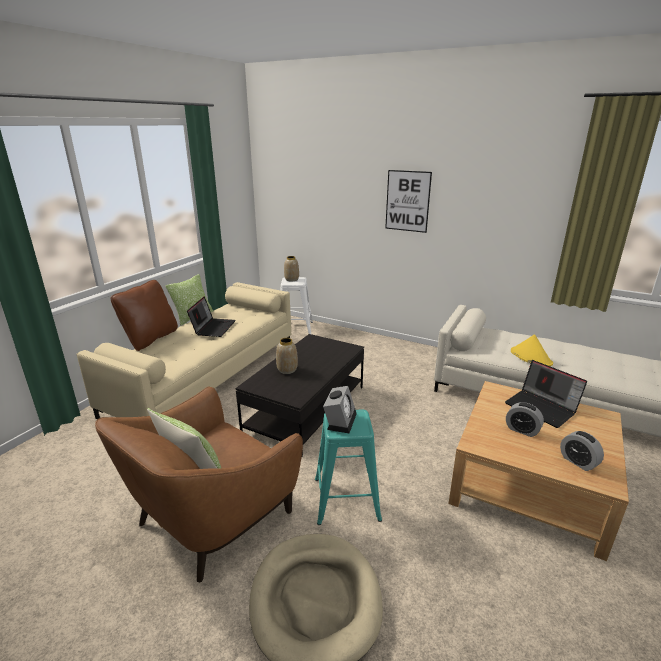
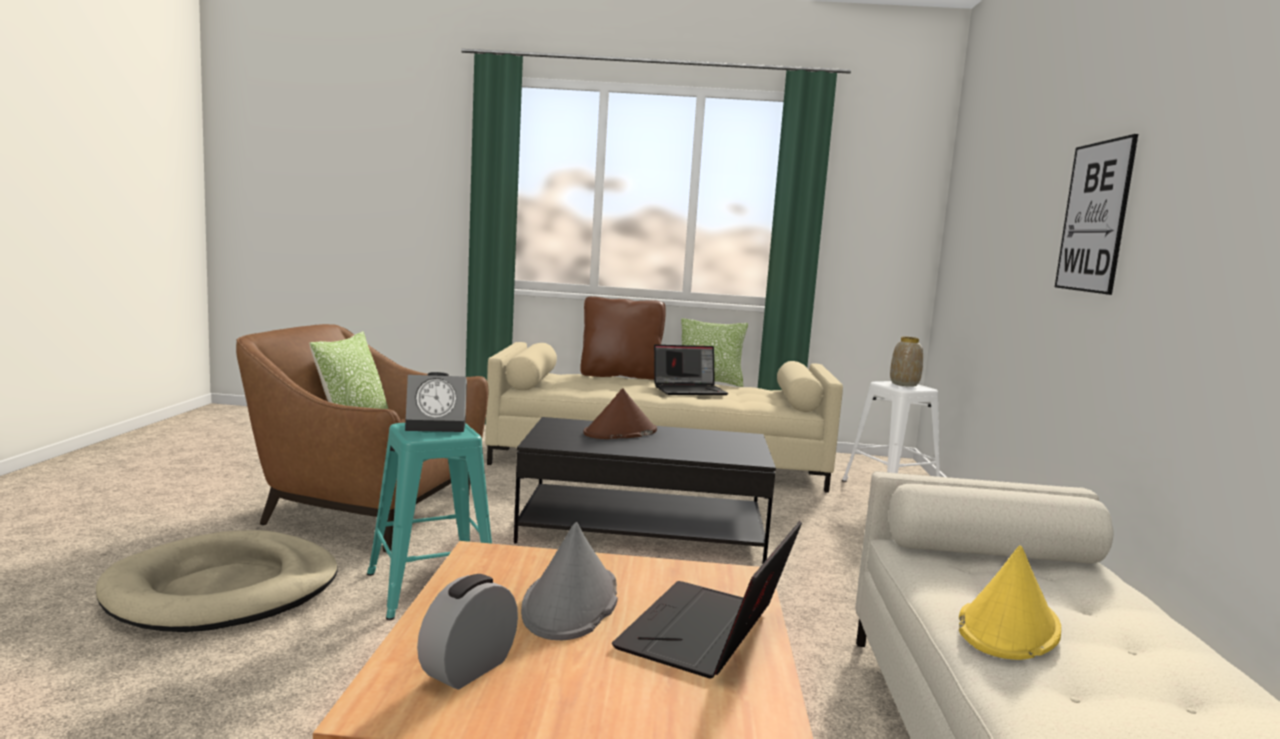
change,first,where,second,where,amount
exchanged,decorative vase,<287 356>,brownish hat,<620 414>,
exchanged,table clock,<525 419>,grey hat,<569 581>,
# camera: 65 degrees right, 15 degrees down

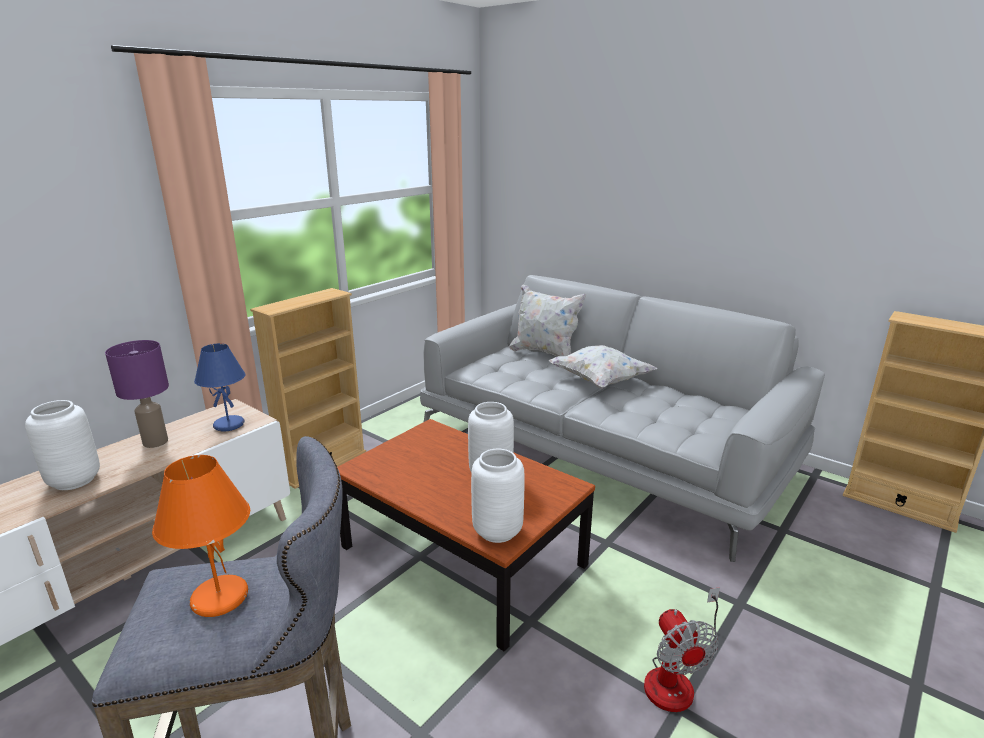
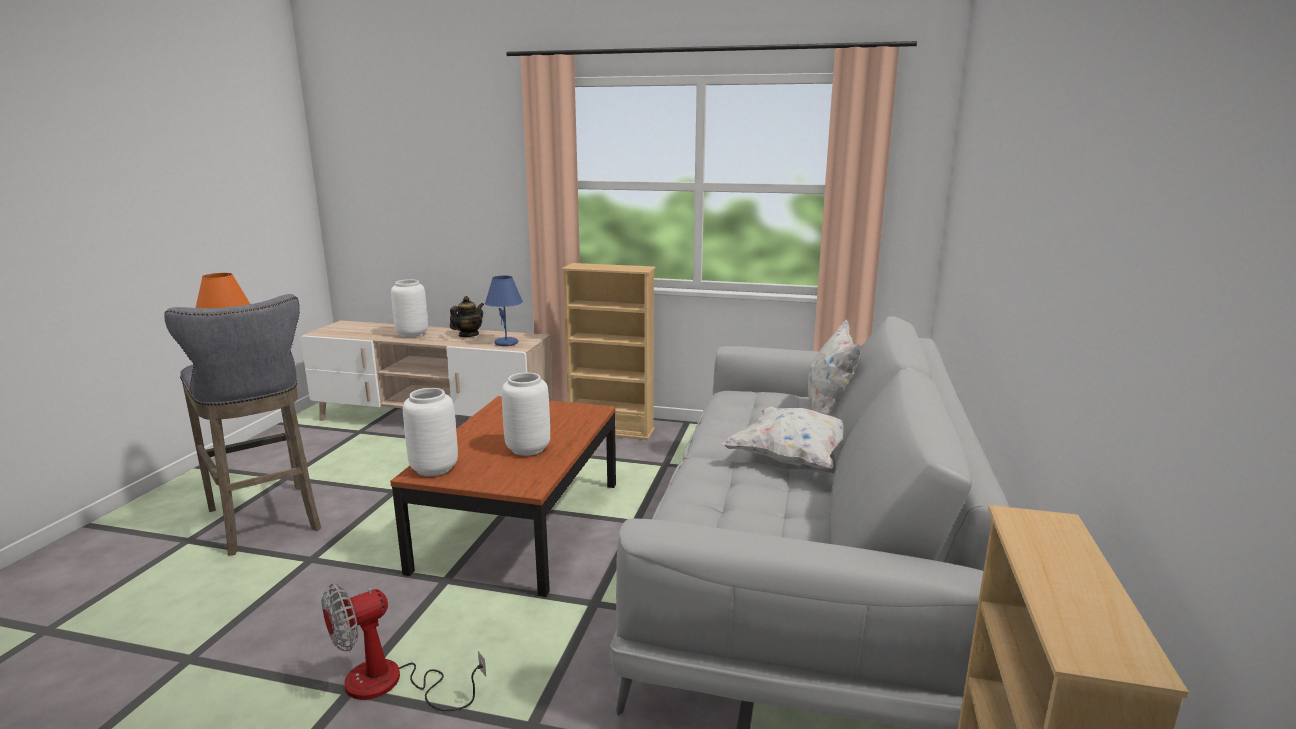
change,first,where,second,where,amount
exchanged,purple-coloured table lamp,<137 394>,tea pot,<467 316>,
# camera: 65 degrees right, 5 degrees down

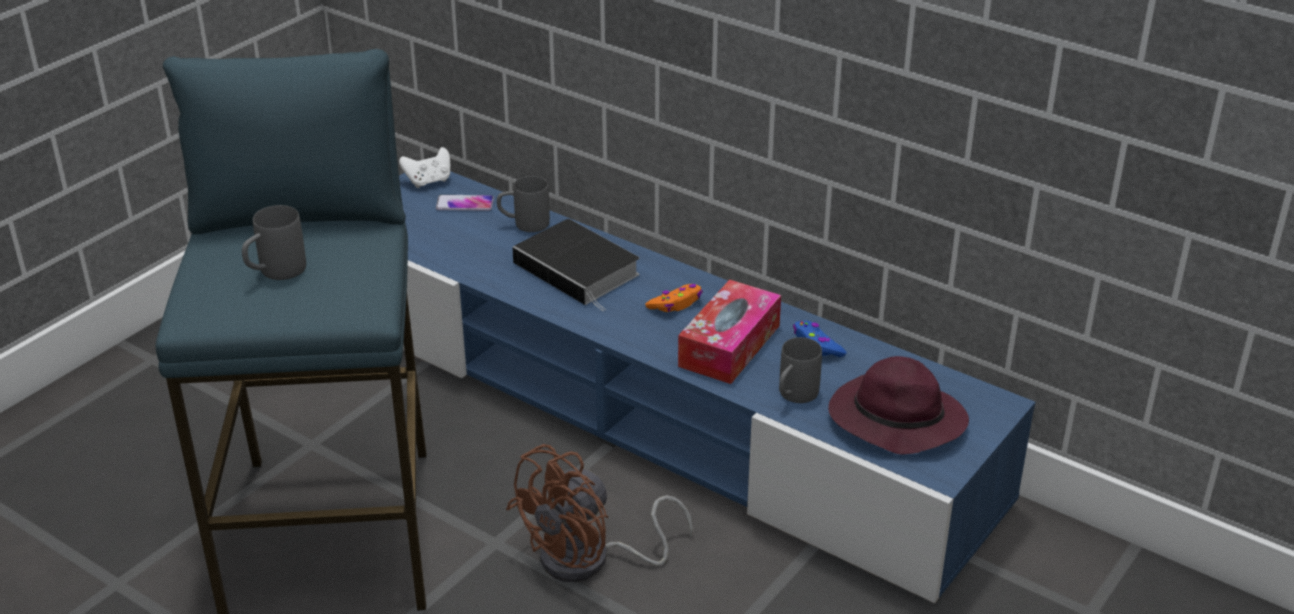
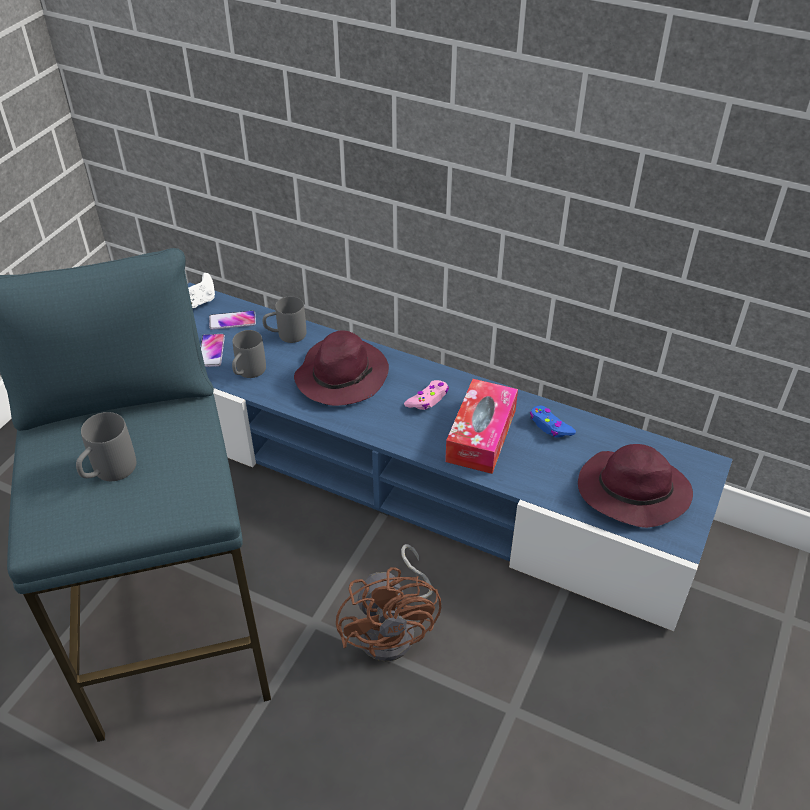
change,first,where,second,where,amount
exchanged,bound book,<575 265>,purple-coloured hat,<341 368>,
colour,orange-coloured game controller,<674 298>,pink game controller,<426 395>,
relocated,grey tea mug,<800 370>,,<249 354>,
spun,brownish fan,<599 513>,,<388 603>,45 degrees counterclockwise
appeared,,,handset,<213 350>,
# camera: 10 degrees left, 10 degrees up

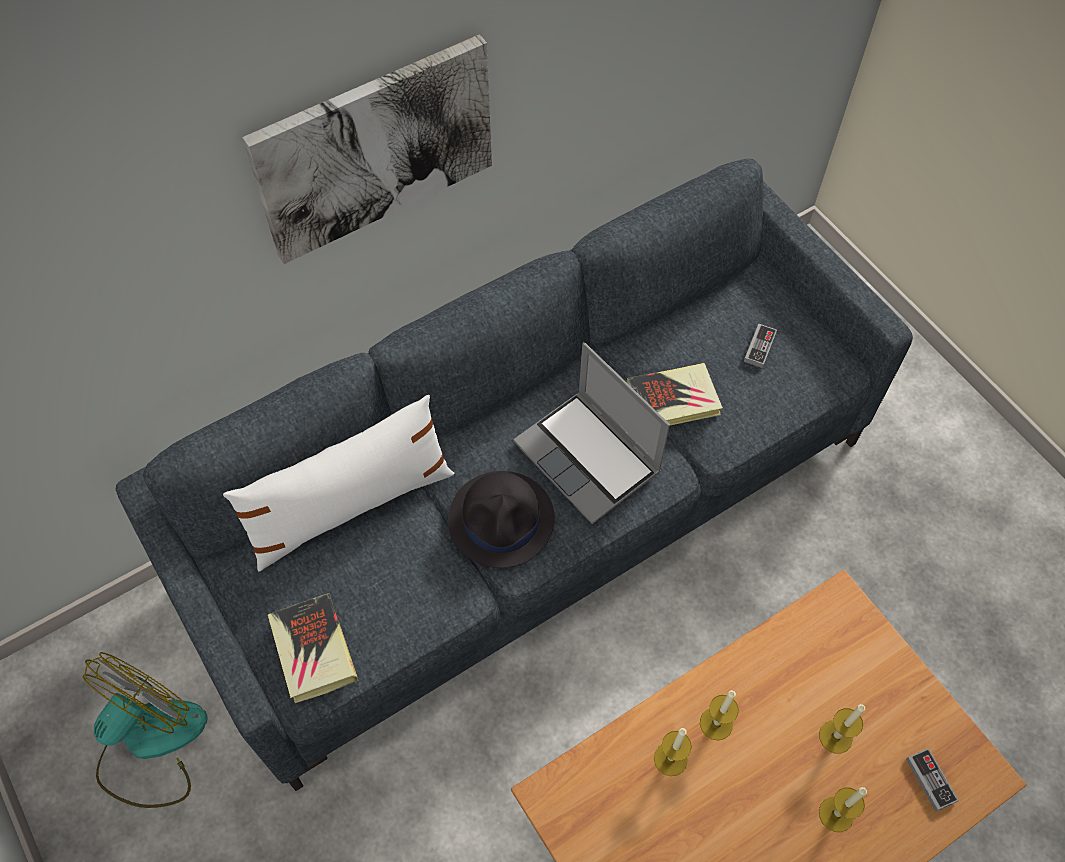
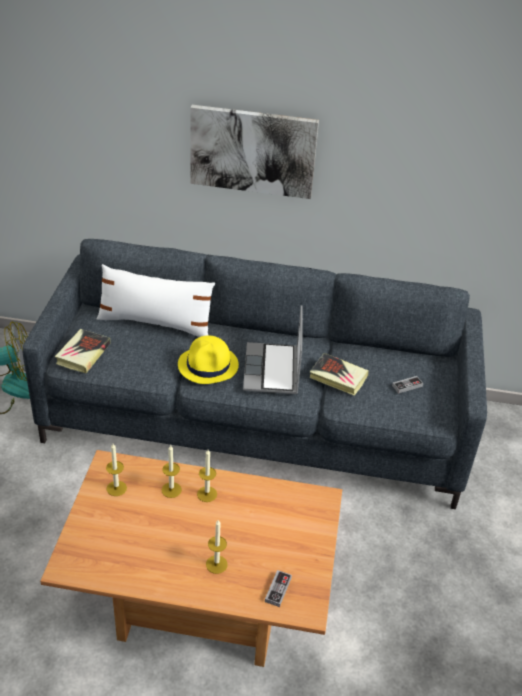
change,first,where,second,where,amount
colour,black hat,<501 519>,yellow hat,<208 359>,
relocated,candle,<842 729>,,<116 470>,
# camera: 40 degrees right, 20 degrees down

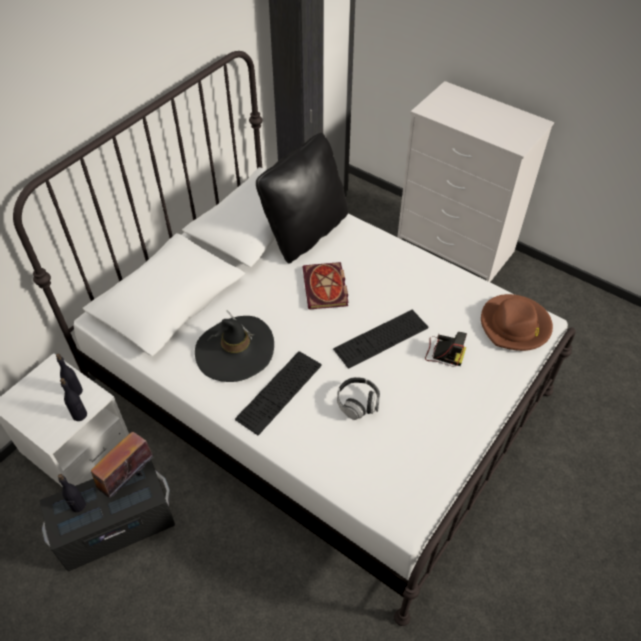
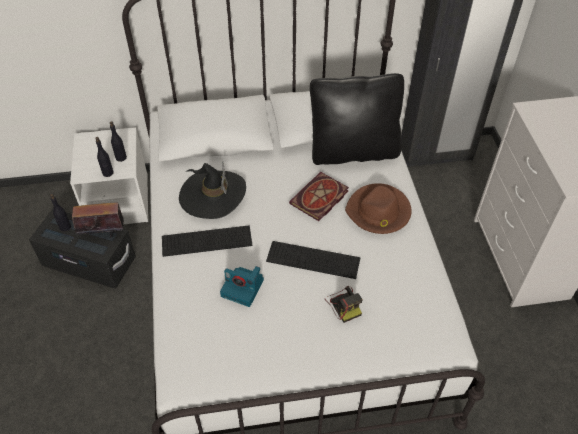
change,first,where,second,where,amount
relocated,brownish hat,<517 322>,,<378 208>,
exchanged,headphones,<358 398>,photo camera,<242 286>,
# camera: 45 degrees right, 0 degrees up

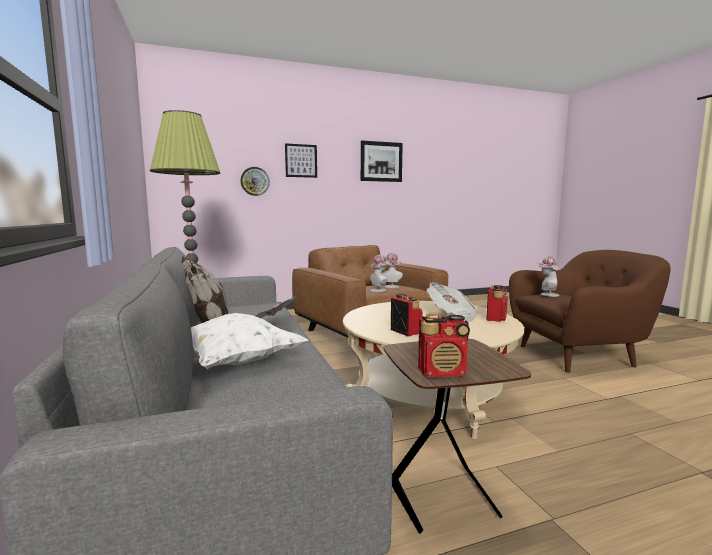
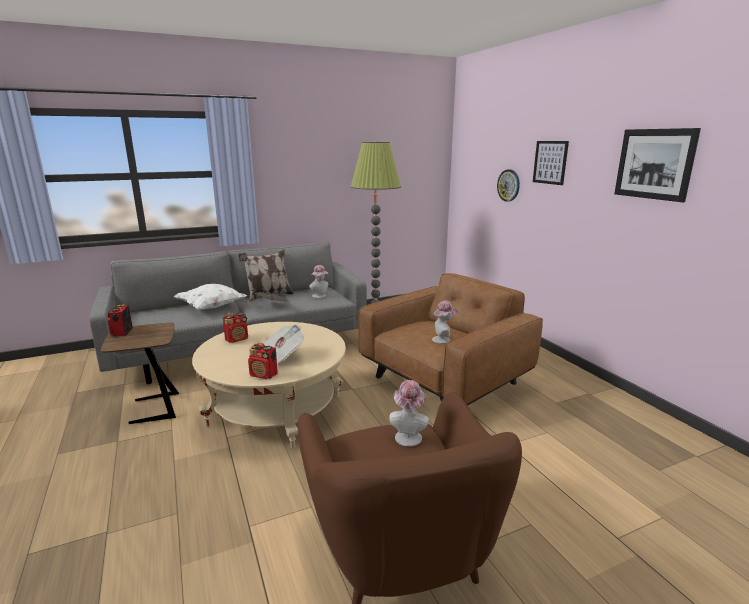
change,first,where,second,where,amount
relocated,hat,<380 273>,,<318 281>,
# camera: 85 degrees right, 10 degrees up

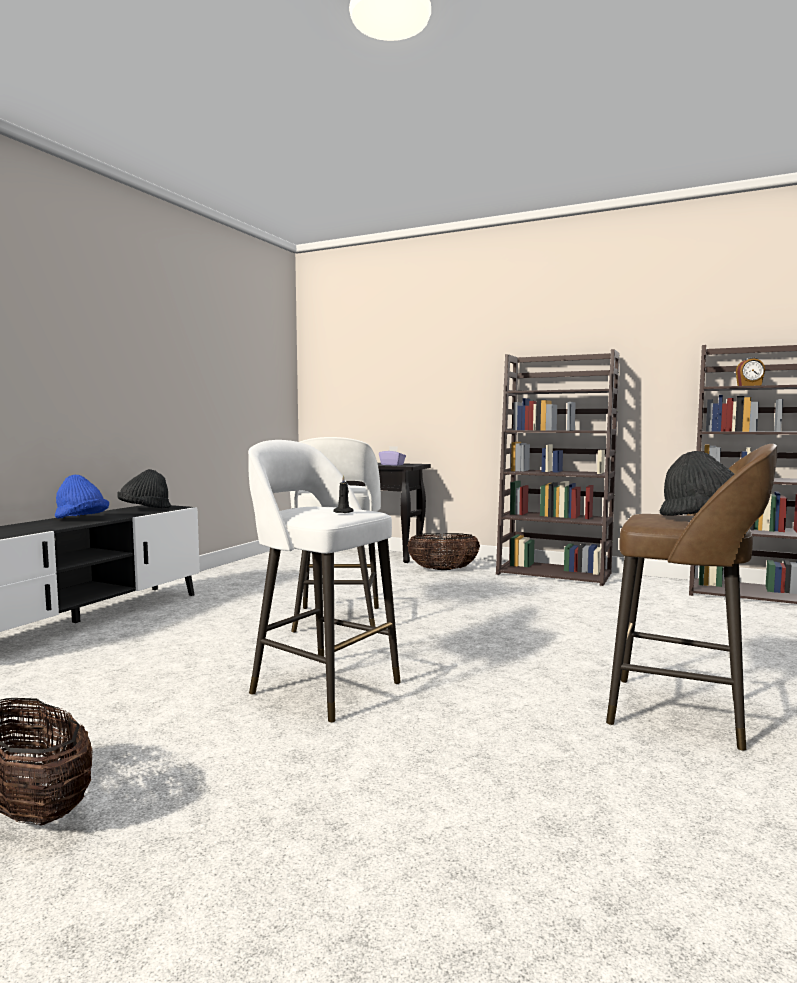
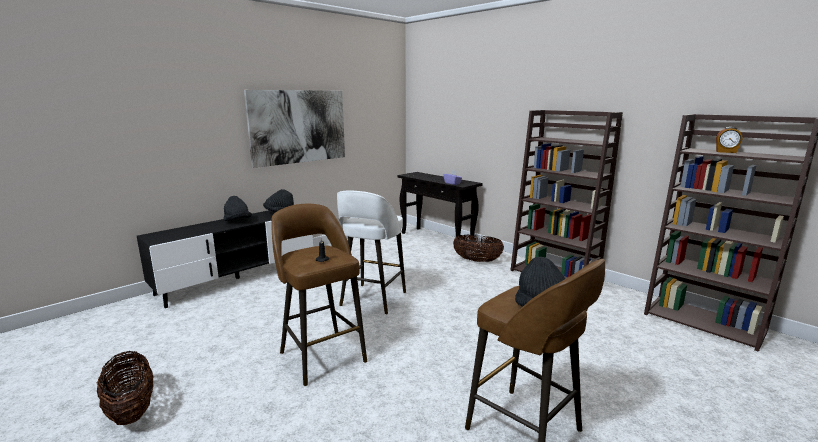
change,first,where,second,where,amount
colour,white sitting stool,<324 581>,brownish sitting stool,<319 295>,
colour,blue-coloured hat,<82 497>,black hat,<237 208>,
appeared,,,wall picture,<294 129>,
# camera: 20 degrees right, 10 degrees up

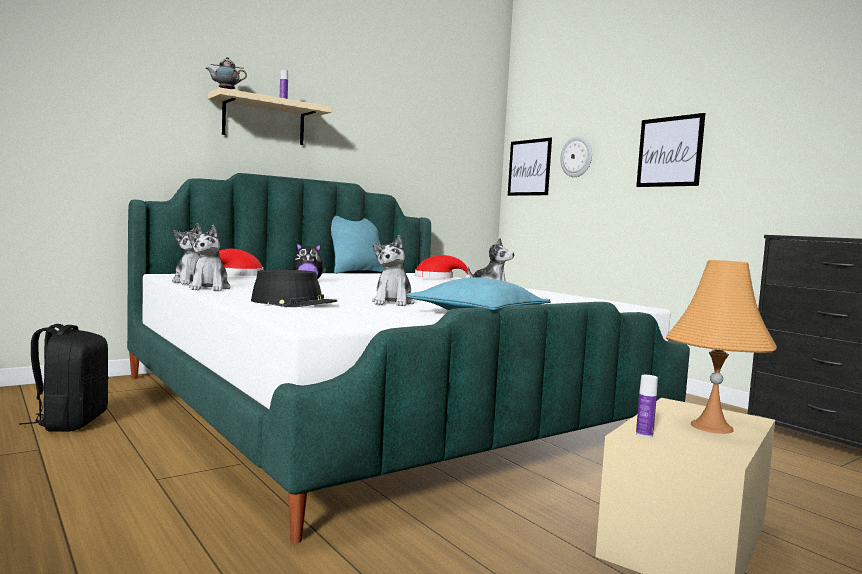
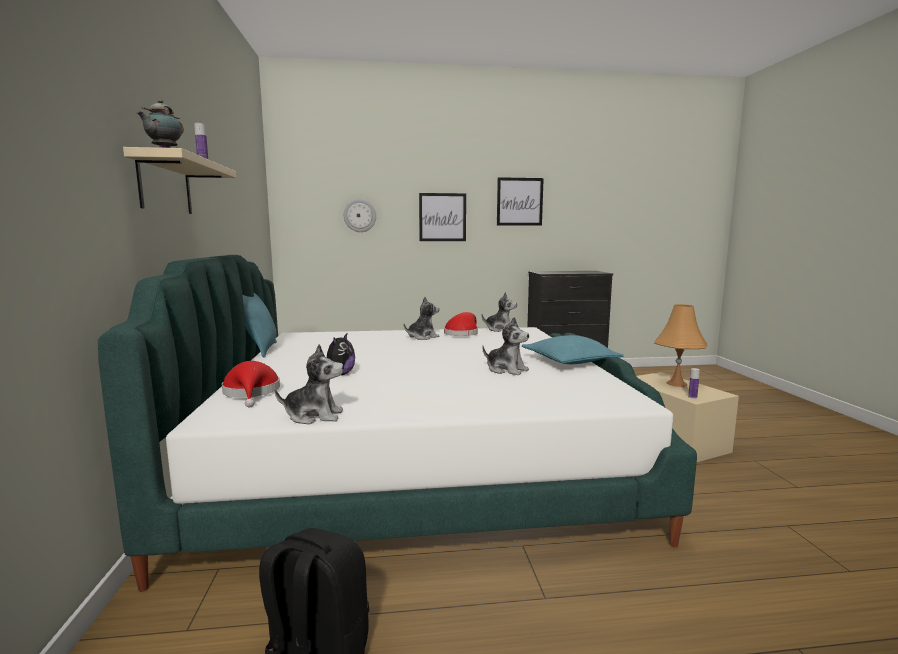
change,first,where,second,where,amount
relocated,wall picture,<530 167>,,<520 201>,
relocated,soft toy,<209 258>,,<499 312>,
relocated,red hat,<443 266>,,<461 324>,
missing,black hat,<294 288>,,,
# camera: 60 degrees left, 5 degrees up

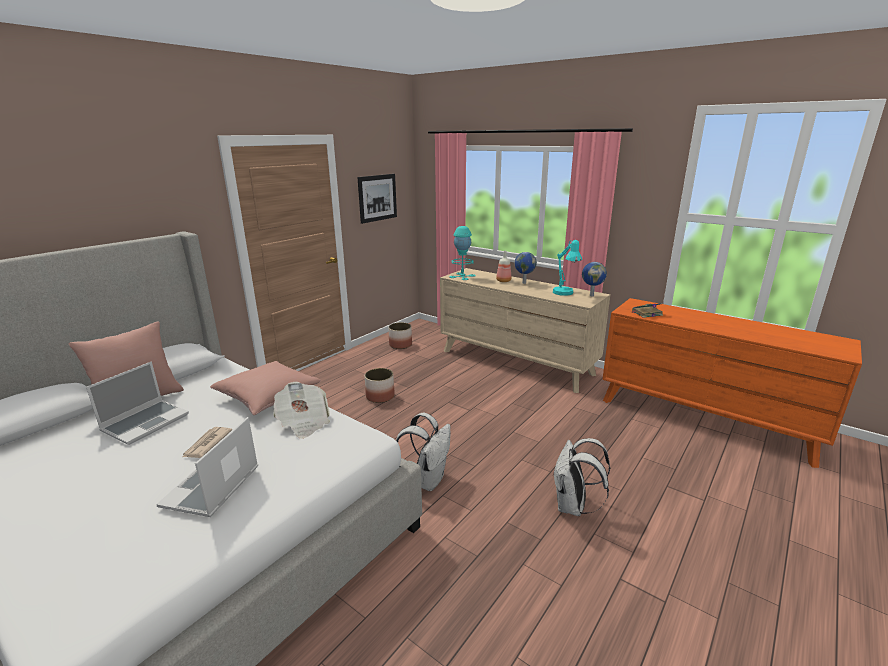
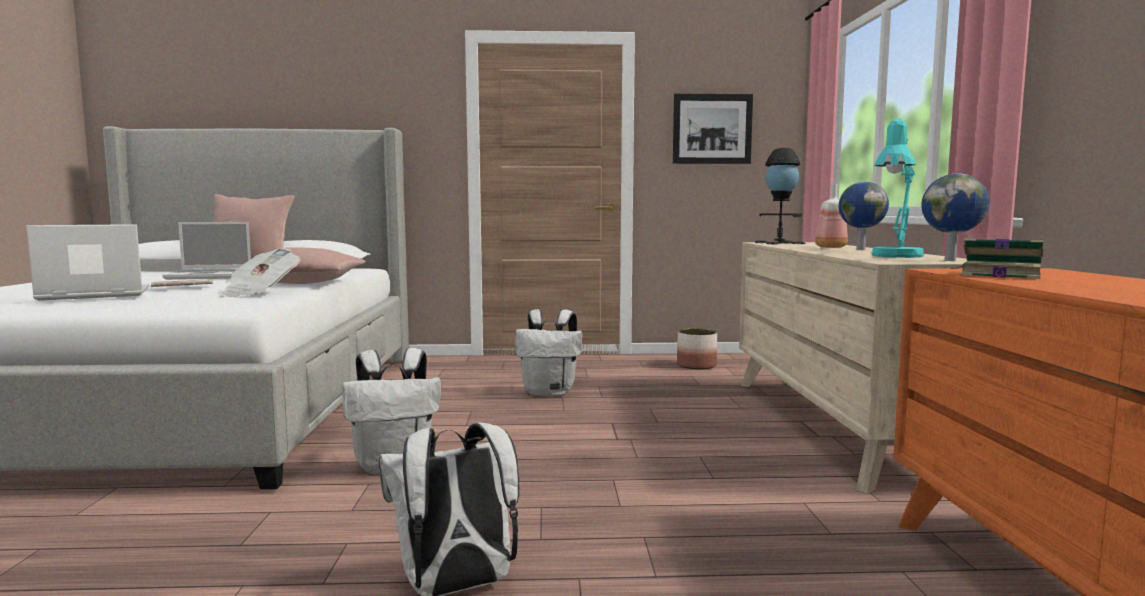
change,first,where,second,where,amount
colour,blue-green table lamp,<462 253>,black table lamp,<780 196>,
exchanged,planter,<380 385>,white knapsack,<548 353>,
# camera: 50 degrees right, 15 degrees down

